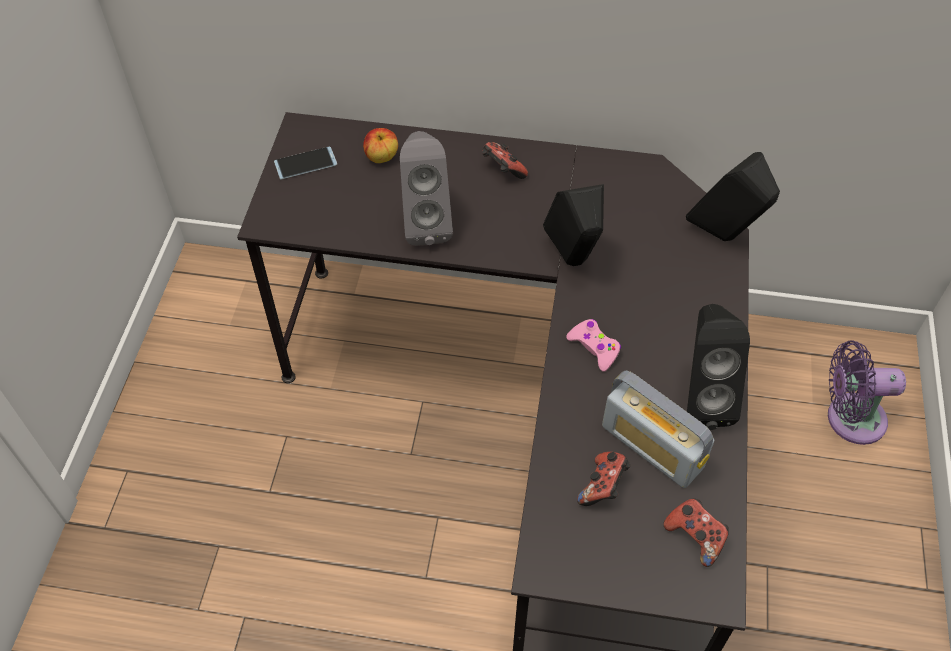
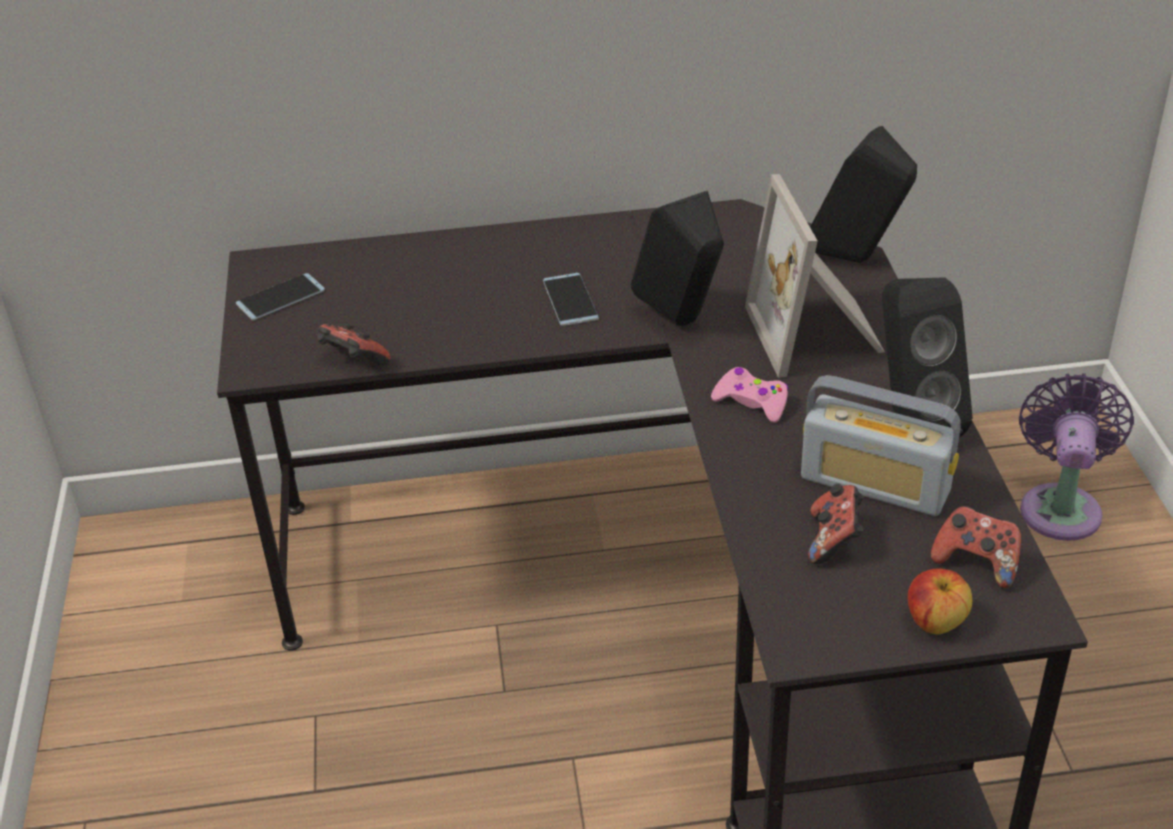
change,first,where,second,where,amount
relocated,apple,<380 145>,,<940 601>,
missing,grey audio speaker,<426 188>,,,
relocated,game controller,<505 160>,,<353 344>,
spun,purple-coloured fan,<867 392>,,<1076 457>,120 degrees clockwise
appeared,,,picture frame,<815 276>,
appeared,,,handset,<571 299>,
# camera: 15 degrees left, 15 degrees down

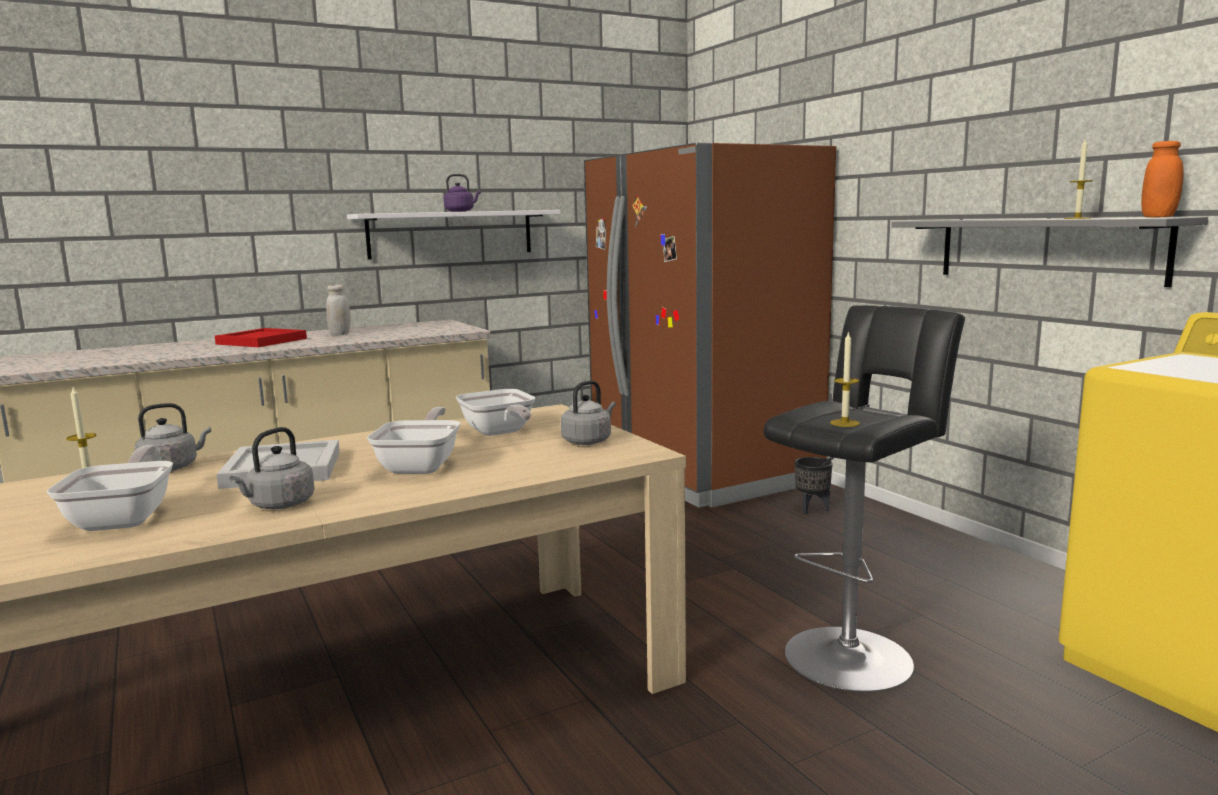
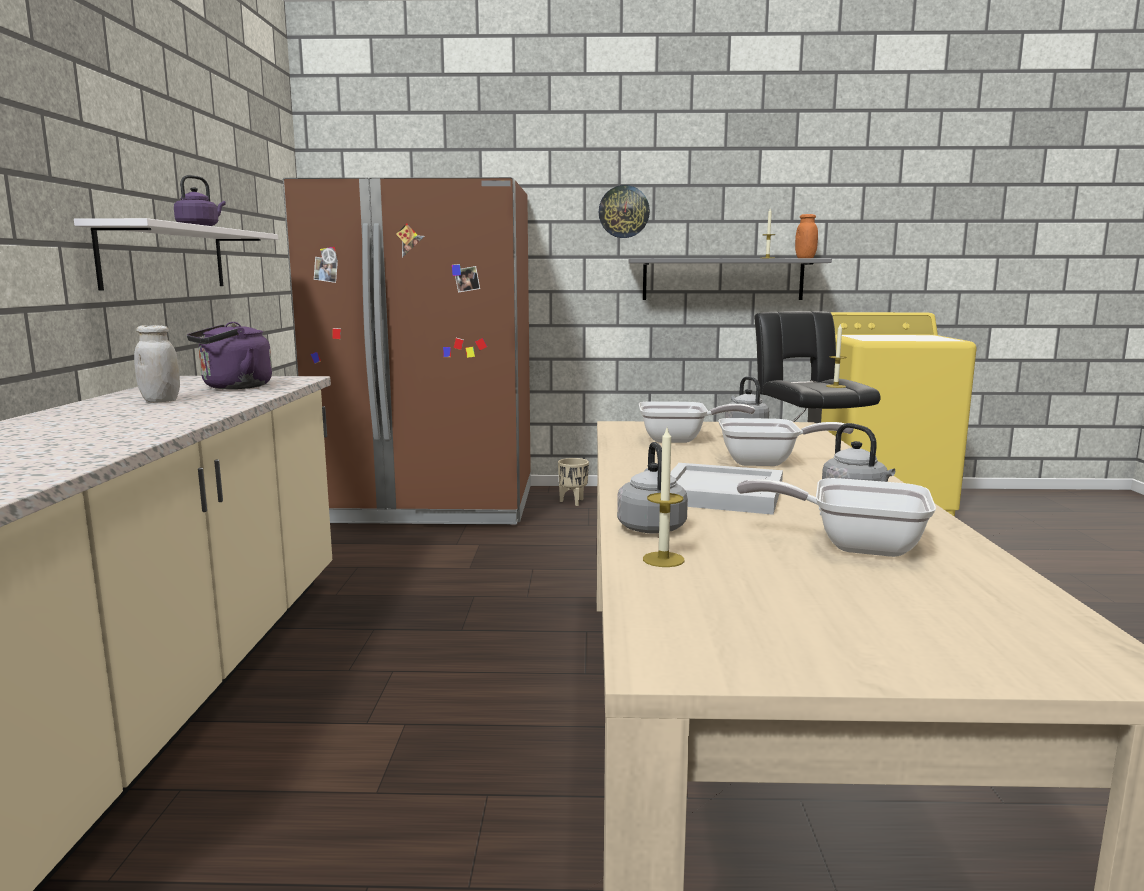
change,first,where,second,where,amount
missing,red serving tray,<261 337>,,,
spun,frying pan,<413 440>,,<786 442>,150 degrees clockwise
colour,black planter,<813 485>,beige planter,<573 482>,
appeared,,,clock on the wall,<624 211>,
appeared,,,purple-coloured water kettle,<229 355>,
# camera: 60 degrees left, 0 degrees up

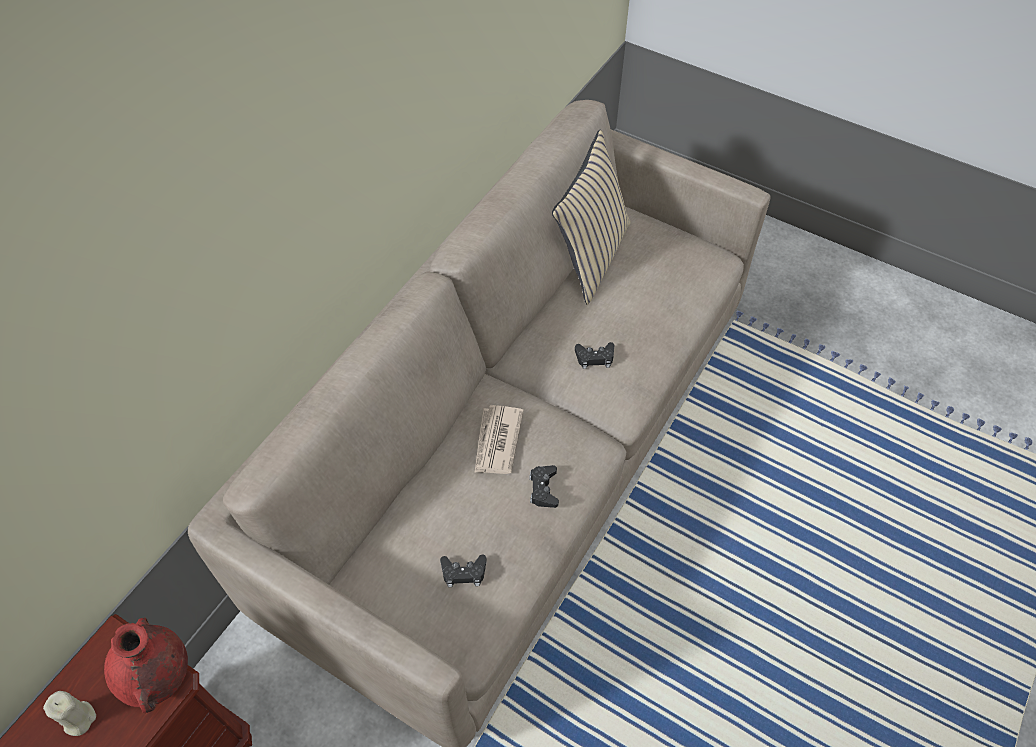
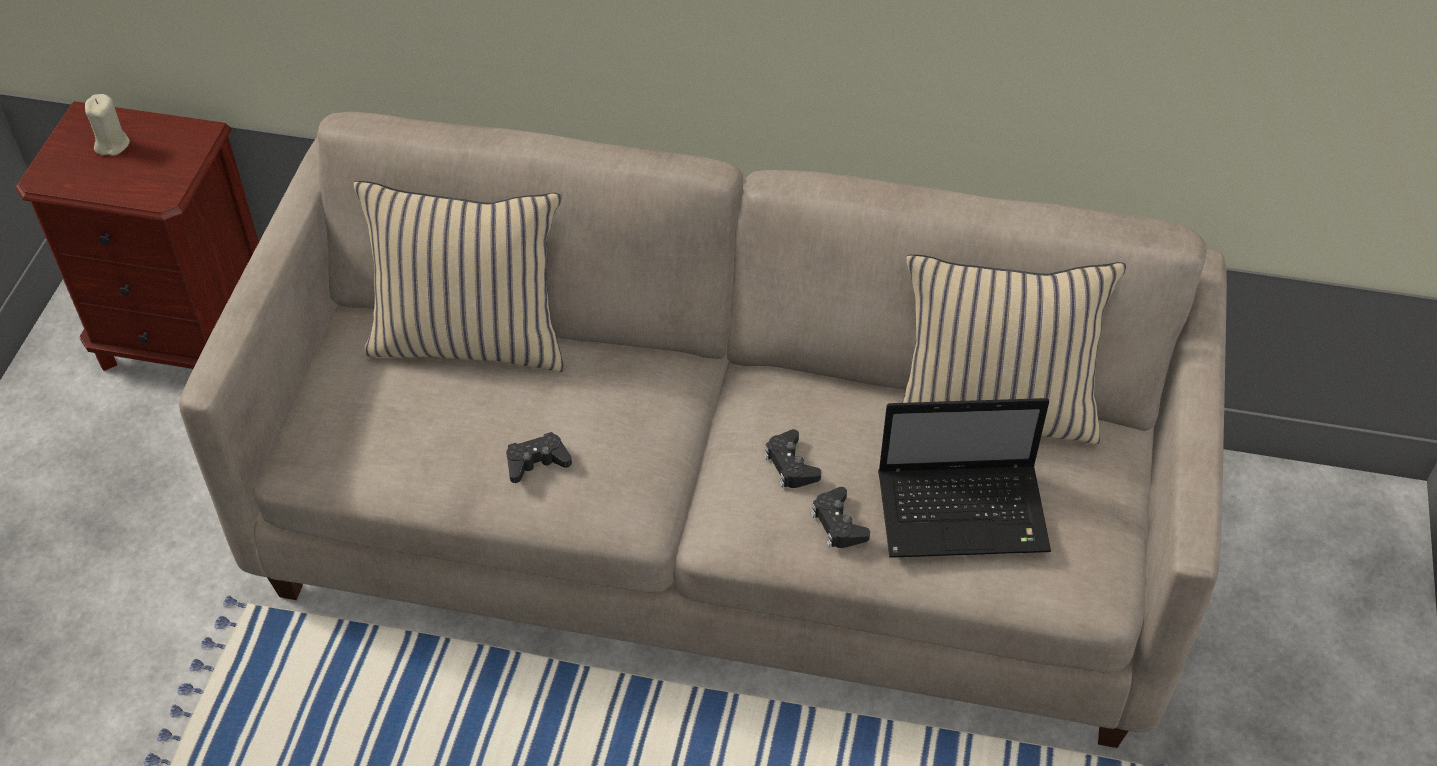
change,first,where,second,where,amount
missing,printed paper,<499 439>,,,
relocated,black game controller,<463 571>,,<840 517>,
missing,red decorative vase,<146 665>,,,
appeared,,,beige throw pillow,<459 276>,
appeared,,,laptop,<964 478>,
# camera: 70 degrees right, 5 degrees down

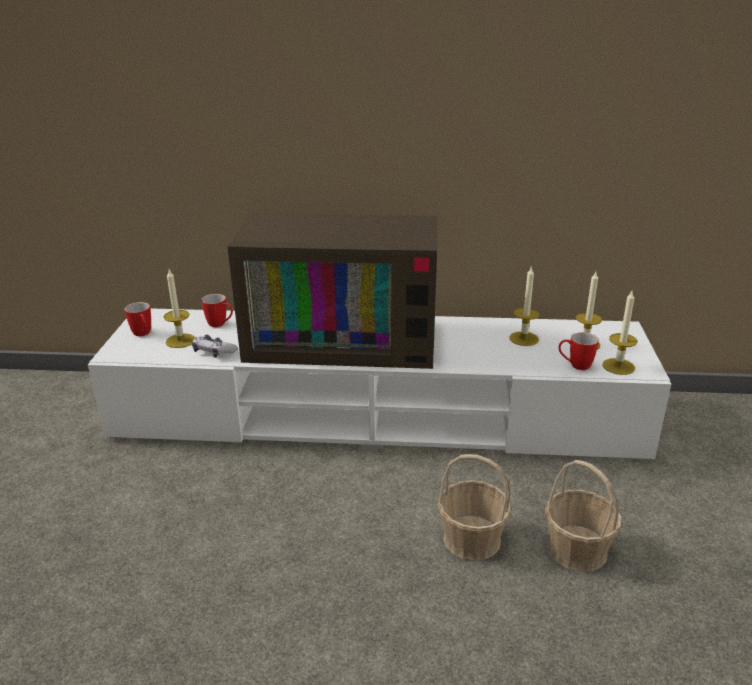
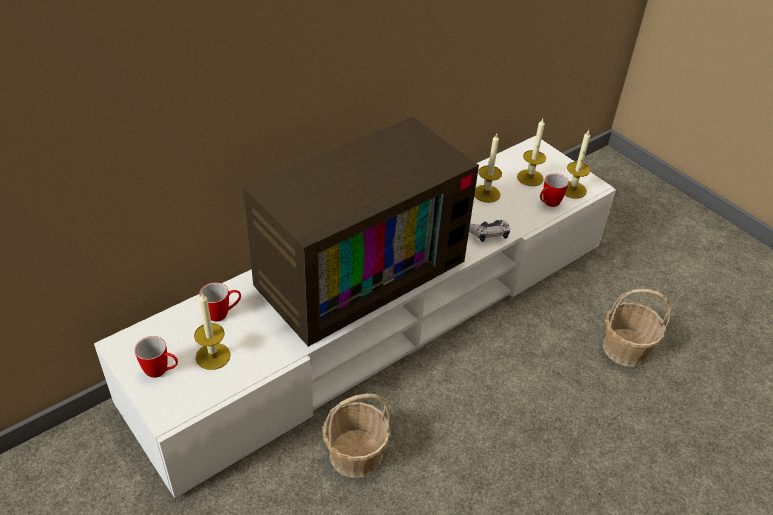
change,first,where,second,where,amount
relocated,game controller,<215 346>,,<489 231>,
relocated,storage basket,<474 507>,,<357 435>,
# camera: 45 degrees left, 15 degrees up

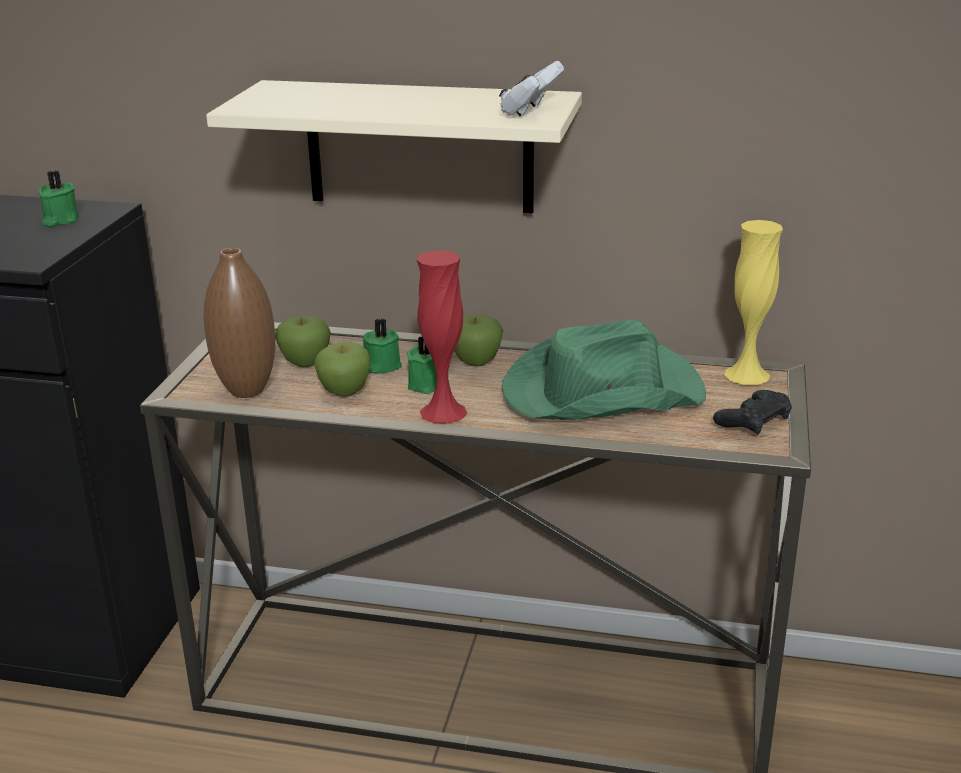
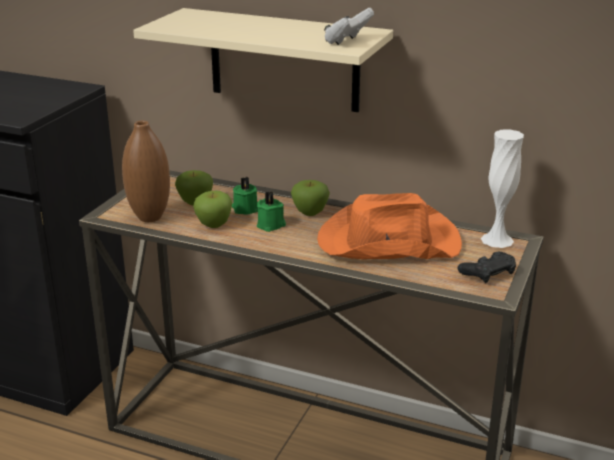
change,first,where,second,where,amount
missing,greenish candle,<58 199>,,,
colour,yellow decorative vase,<753 302>,white decorative vase,<502 189>,
missing,red decorative vase,<442 337>,,,
colour,greenish hat,<604 370>,orange-coloured hat,<389 226>,
# camera: 10 degrees right, 0 degrees up

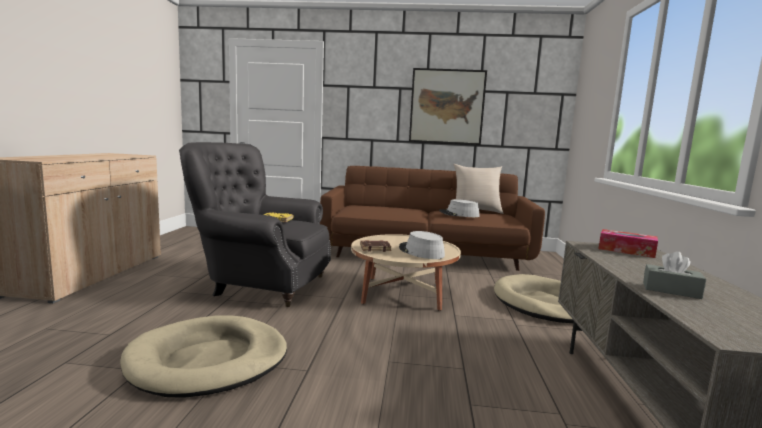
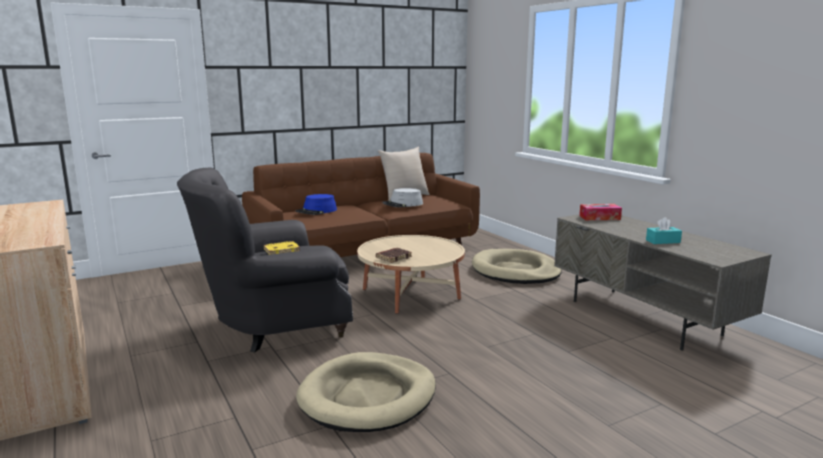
change,first,where,second,where,amount
missing,wall picture,<448 106>,,,
missing,grey hat,<422 245>,,,
colour,grey tissue box,<674 275>,blue-green tissue box,<664 230>,
appeared,,,blue-coloured hat,<316 204>,
# camera: 35 degrees left, 5 degrees up

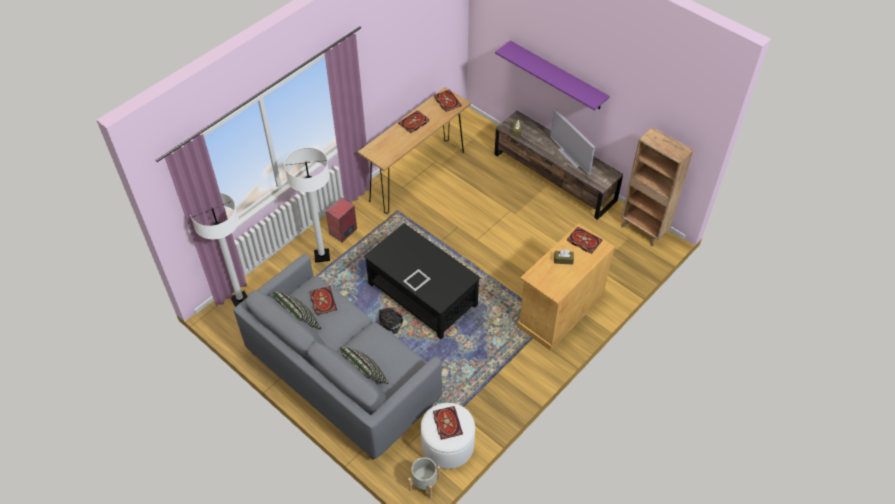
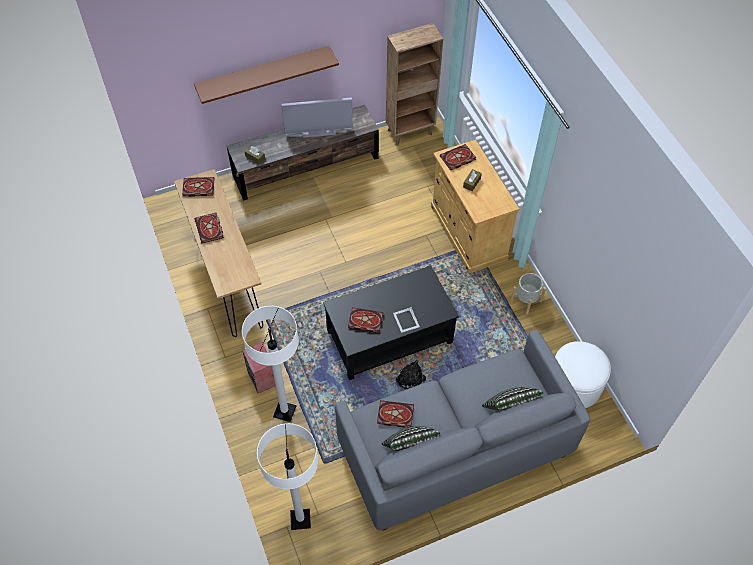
change,first,where,second,where,amount
colour,purple-coloured bracket shelf,<552 75>,brownish bracket shelf,<266 75>,
relocated,bound book,<448 423>,,<366 320>,
relocated,grey planter,<424 478>,,<528 293>,
# camera: 65 degrees left, 5 degrees up

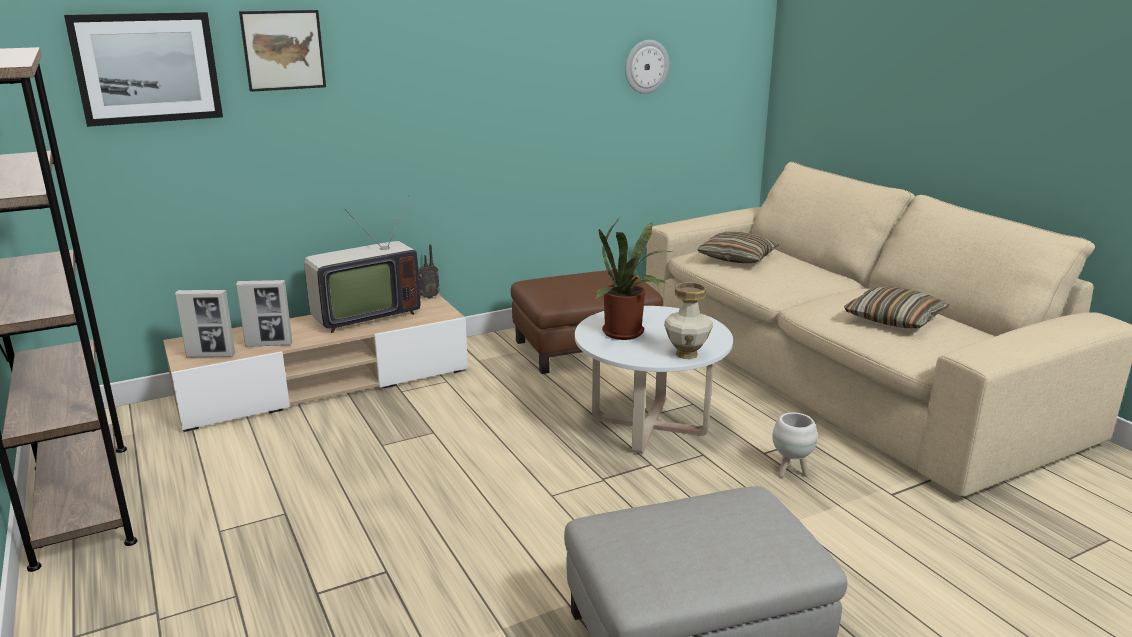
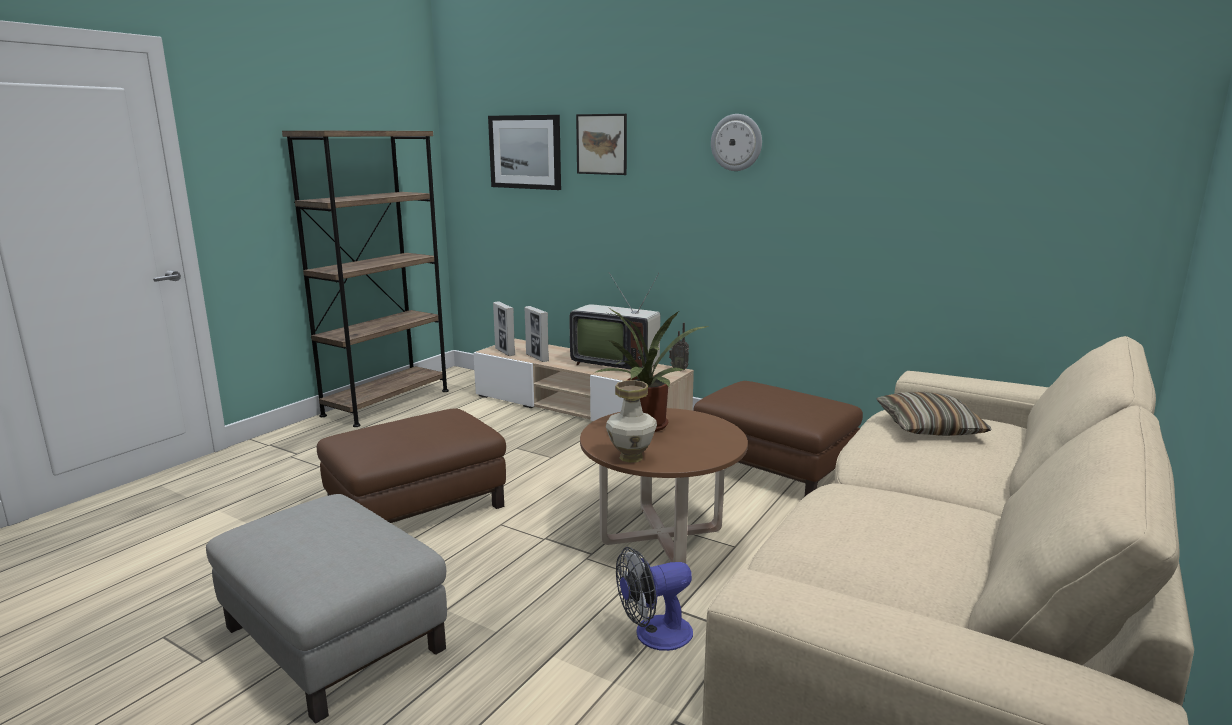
change,first,where,second,where,amount
relocated,clock on the wall,<647 67>,,<736 142>,
missing,throw pillow,<896 307>,,,
colour,white low table,<654 380>,brownish low table,<664 485>,
exchanged,white planter,<795 445>,fan,<654 599>,
appeared,,,brownish ottoman,<411 465>,
# camera: 60 degrees right, 5 degrees down

